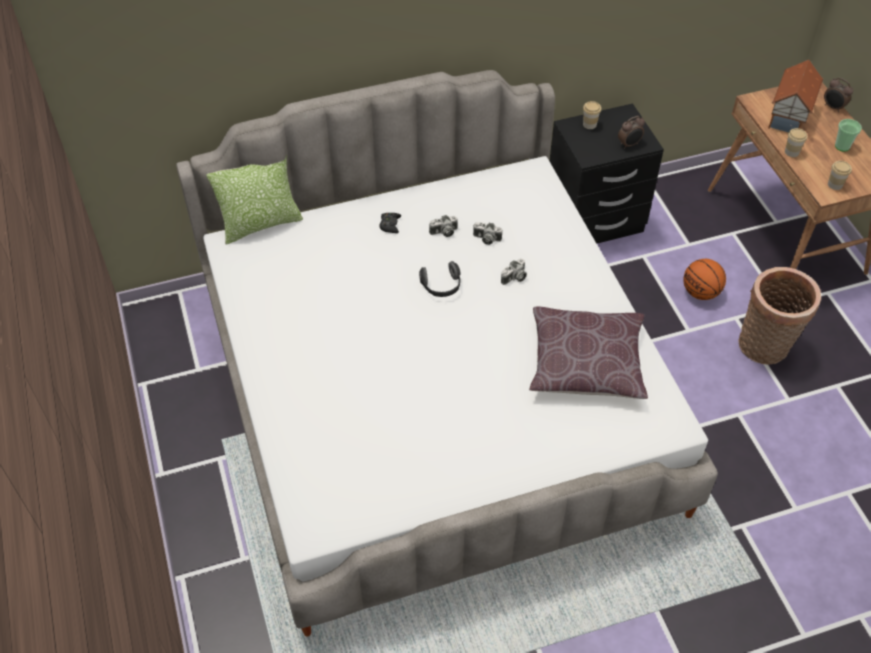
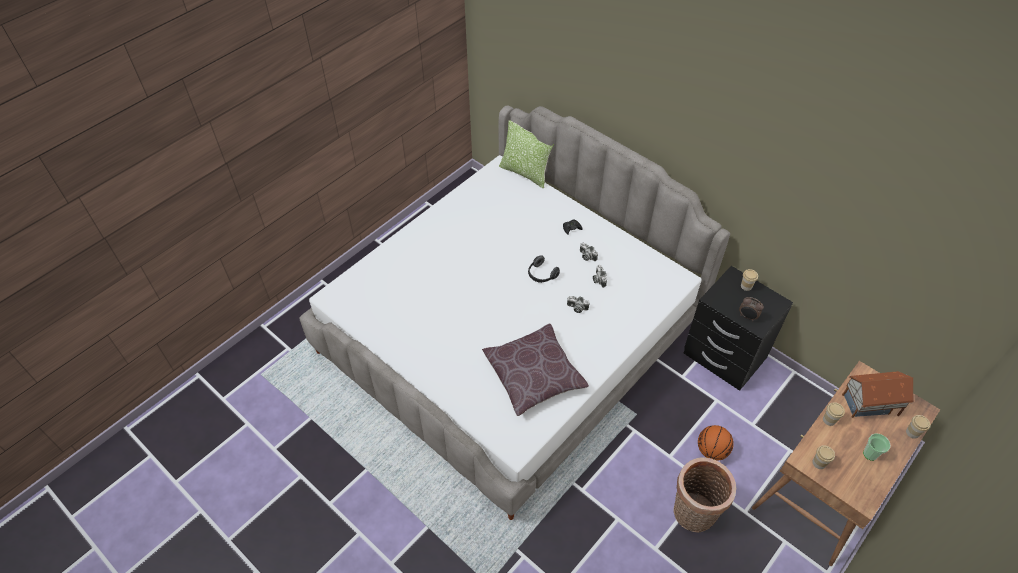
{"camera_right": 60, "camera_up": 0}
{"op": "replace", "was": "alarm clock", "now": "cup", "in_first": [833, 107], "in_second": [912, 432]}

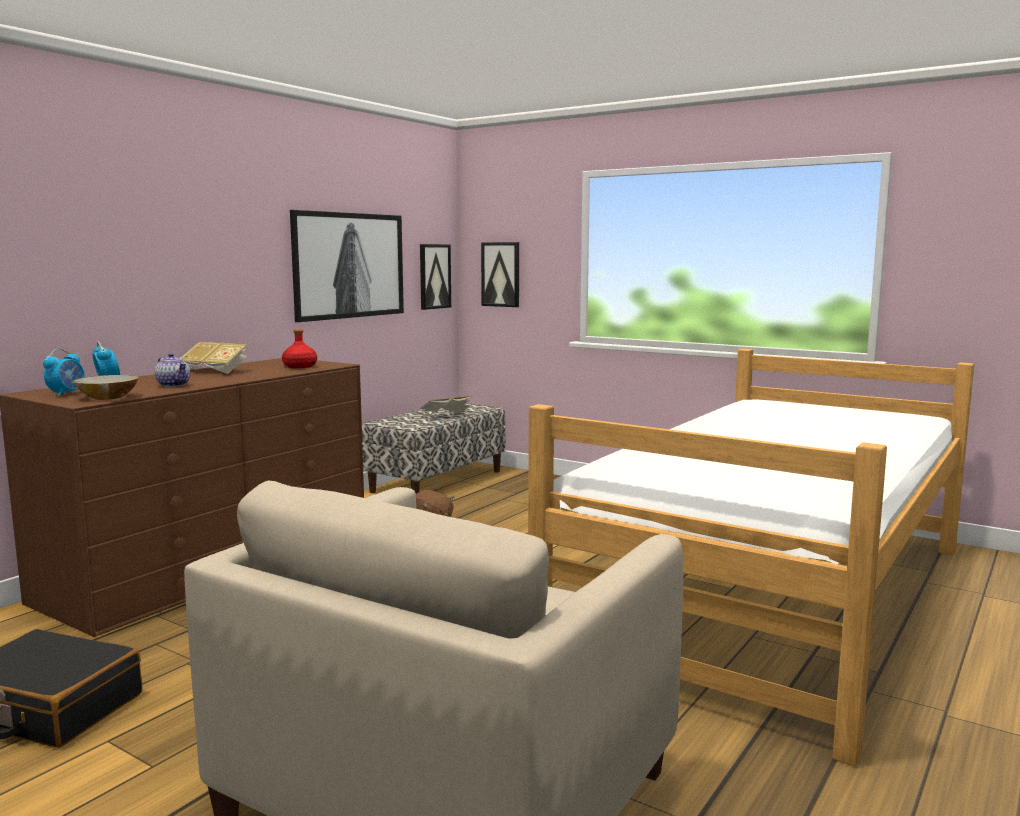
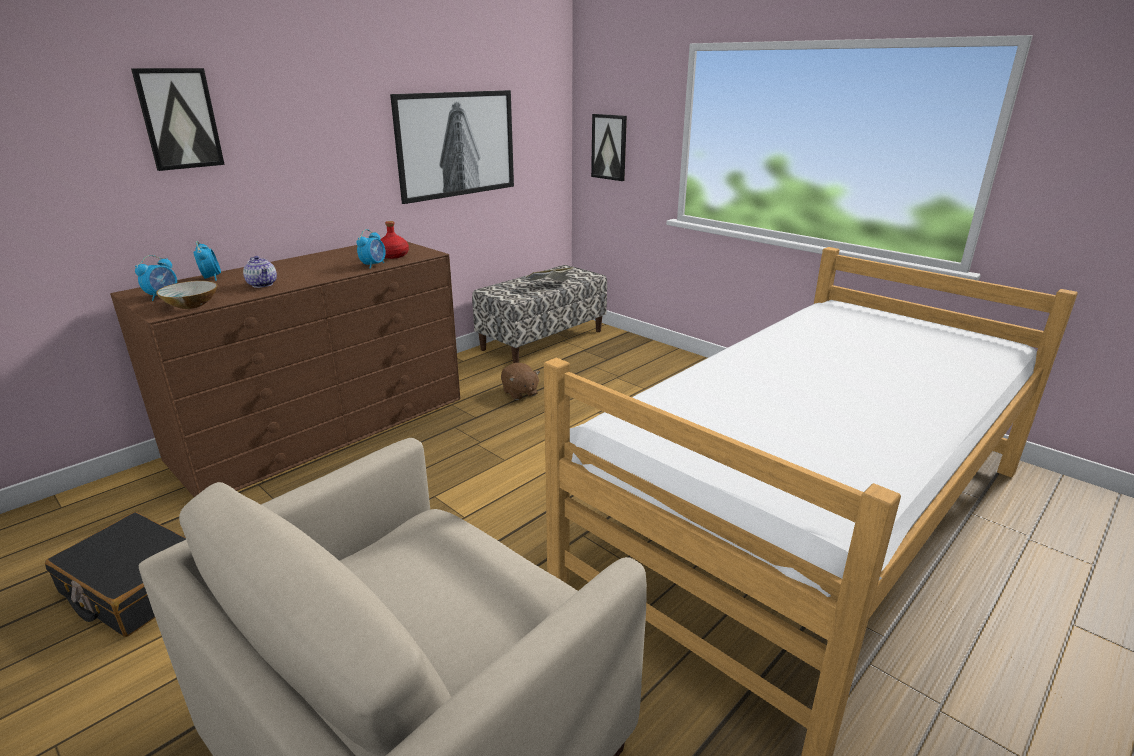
{"camera_right": 10, "camera_up": 15}
{"op": "delete", "was": "book", "in_first": [215, 371]}
{"op": "move", "was": "picture", "in_first": [434, 276], "in_second": [179, 119]}
{"op": "insert", "now": "alarm clock", "in_second": [373, 265]}

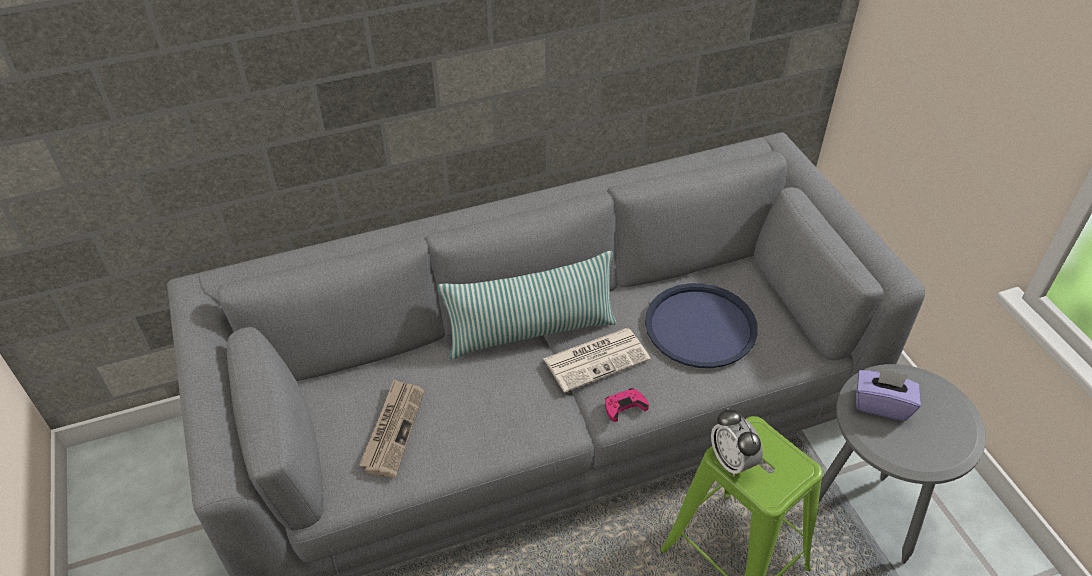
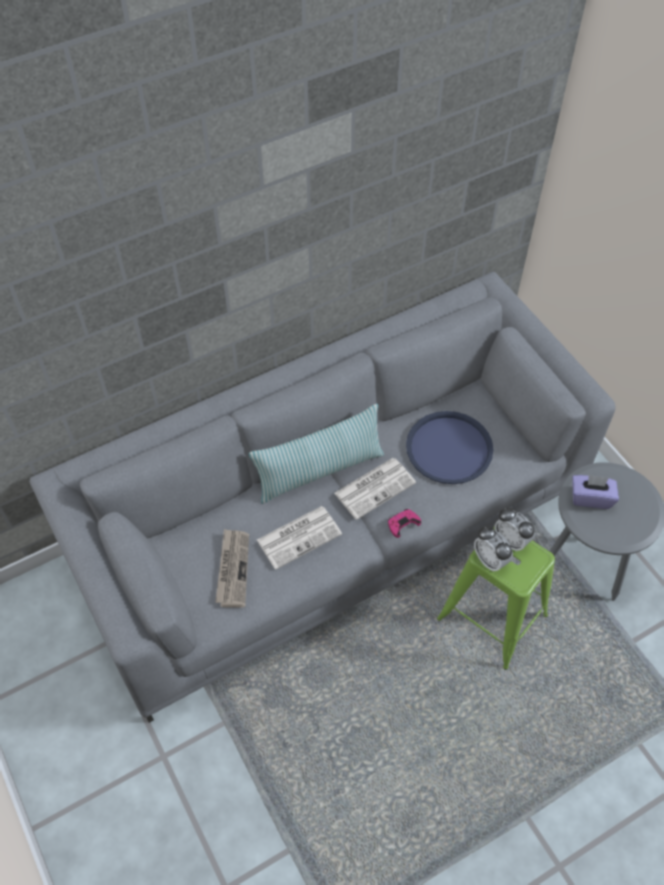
{"camera_right": -10, "camera_up": 10}
{"op": "insert", "now": "newspaper", "in_second": [299, 536]}
{"op": "insert", "now": "alarm clock", "in_second": [511, 540]}

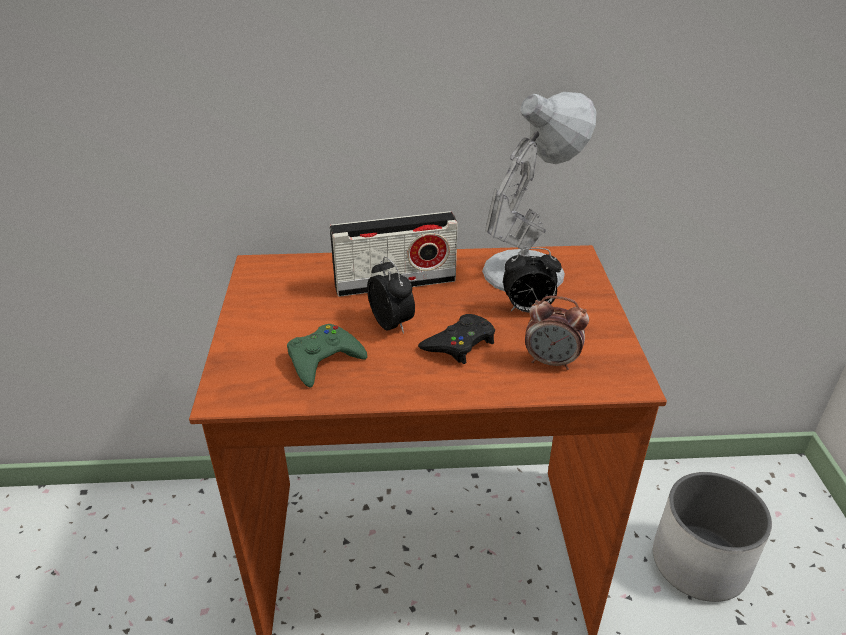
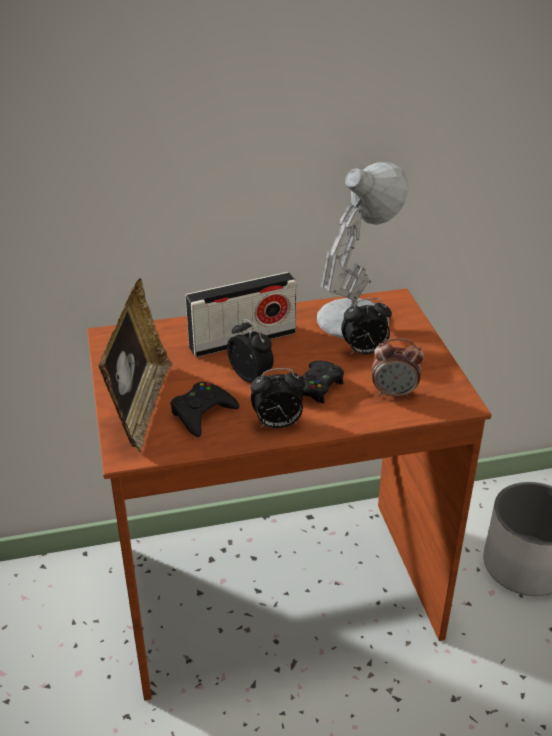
{"camera_right": -10, "camera_up": 0}
{"op": "recolor", "was": "game controller (green)", "now": "game controller (black)", "in_first": [324, 360], "in_second": [202, 413]}
{"op": "insert", "now": "picture frame", "in_second": [140, 407]}
{"op": "insert", "now": "alarm clock", "in_second": [277, 424]}

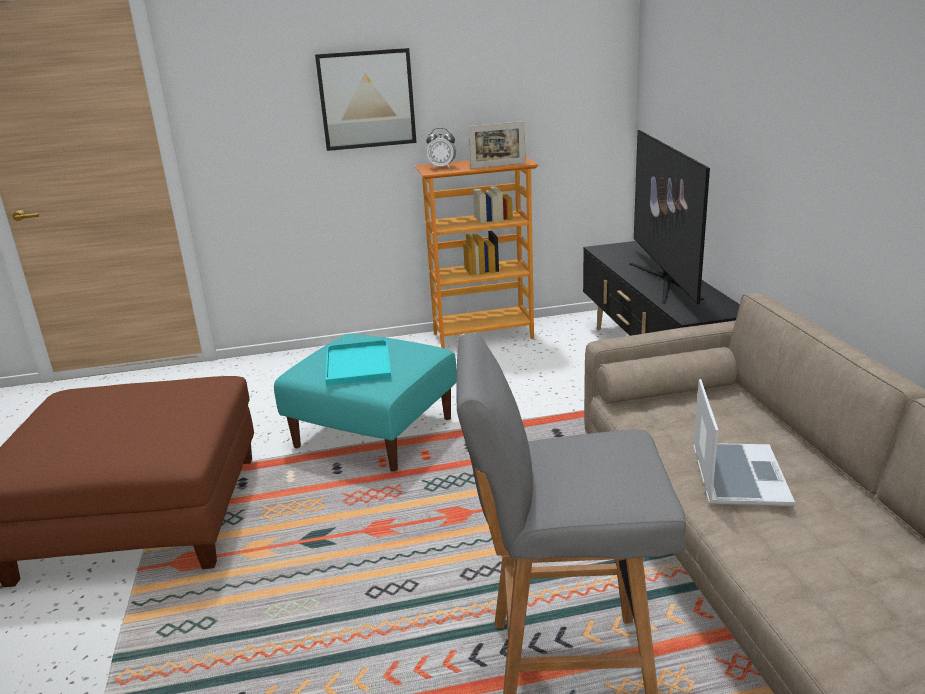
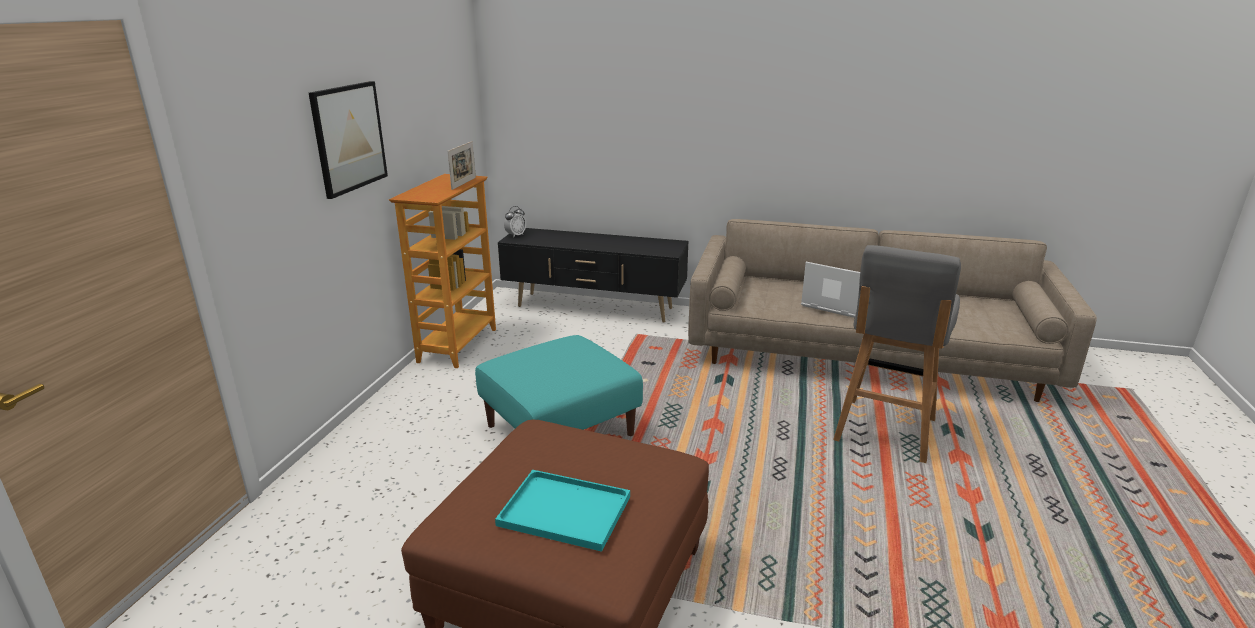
{"camera_right": -65, "camera_up": 0}
{"op": "move", "was": "tray (turquoise)", "in_first": [357, 363], "in_second": [562, 511]}
{"op": "move", "was": "alarm clock", "in_first": [442, 167], "in_second": [515, 235]}
{"op": "delete", "was": "television", "in_first": [664, 280]}

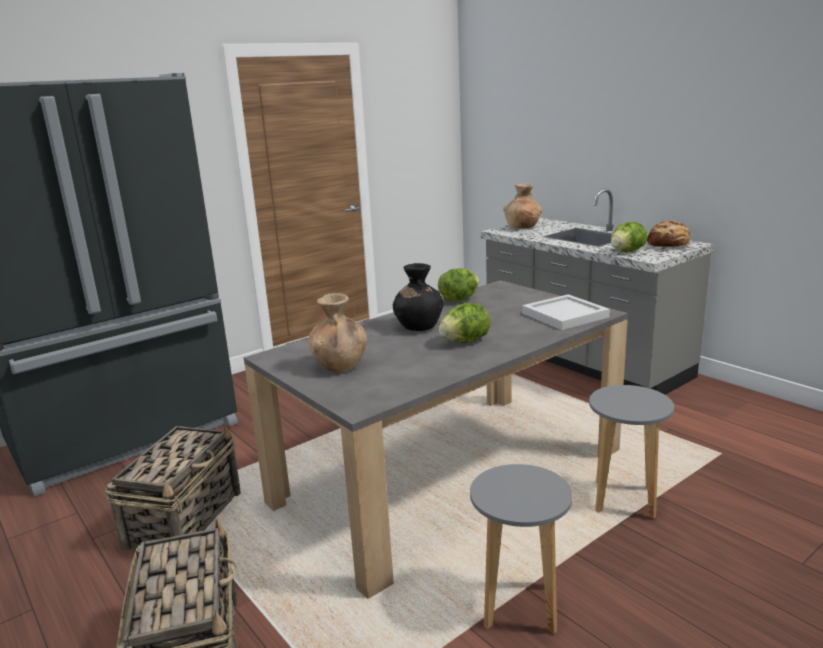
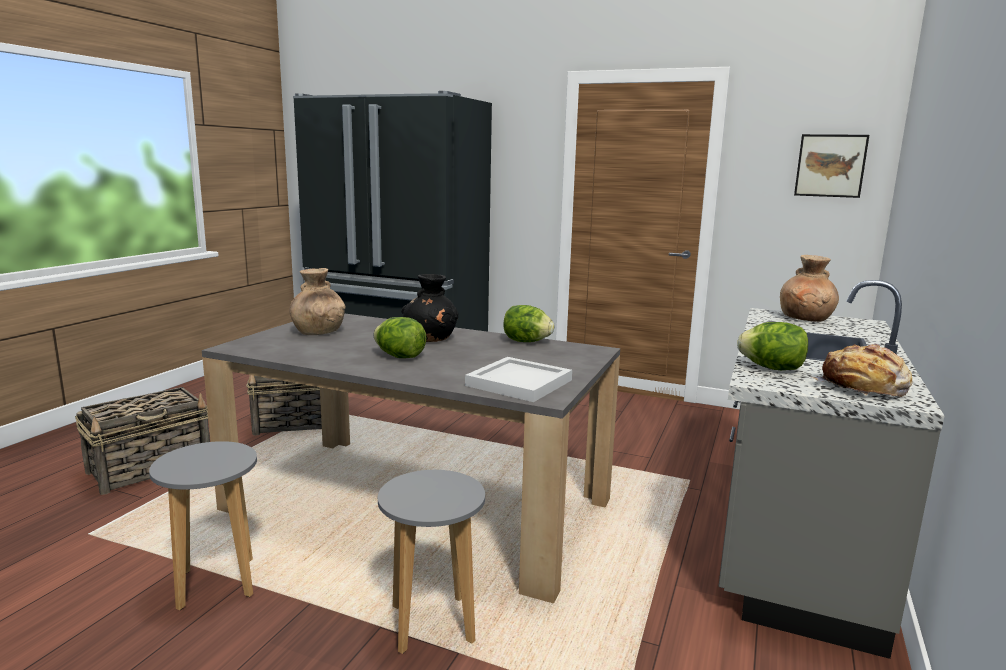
{"camera_right": 60, "camera_up": -5}
{"op": "insert", "now": "picture", "in_second": [830, 165]}

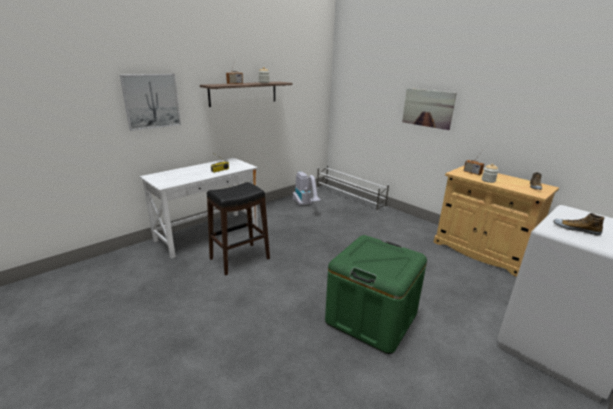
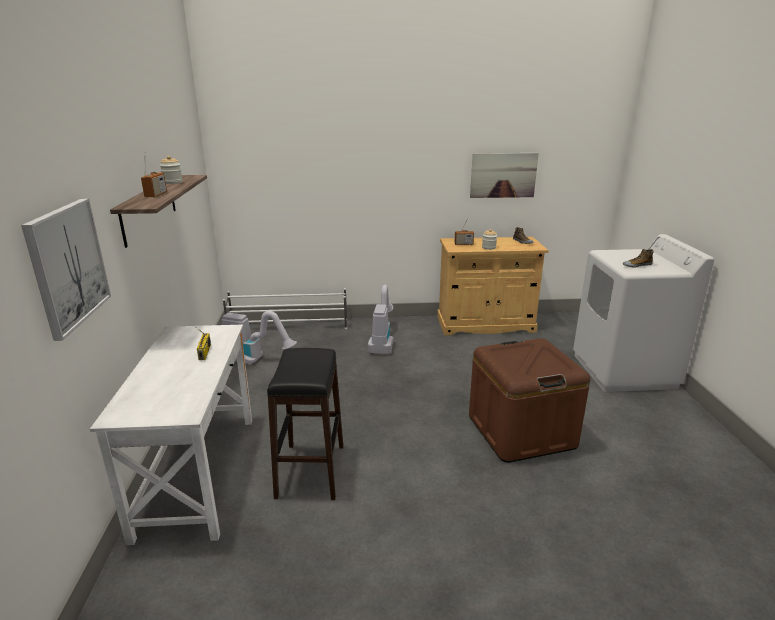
{"camera_right": -50, "camera_up": 0}
{"op": "recolor", "was": "storage box (green)", "now": "storage box (brown)", "in_first": [371, 318], "in_second": [521, 431]}
{"op": "move", "was": "picture", "in_first": [428, 108], "in_second": [503, 175]}
{"op": "insert", "now": "vacuum cleaner", "in_second": [382, 342]}

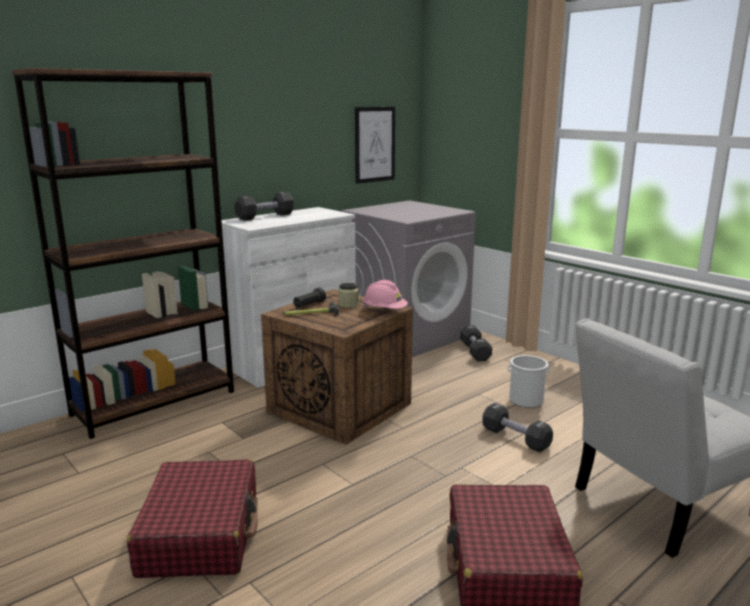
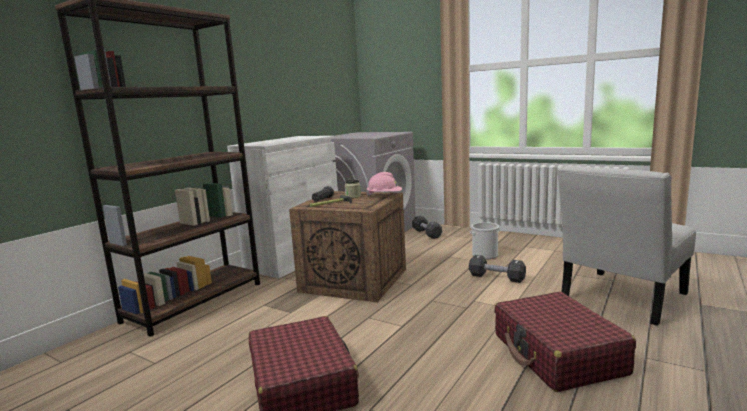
{"camera_right": -15, "camera_up": -5}
{"op": "delete", "was": "dumbbell (black)", "in_first": [265, 216]}
{"op": "delete", "was": "picture", "in_first": [374, 144]}

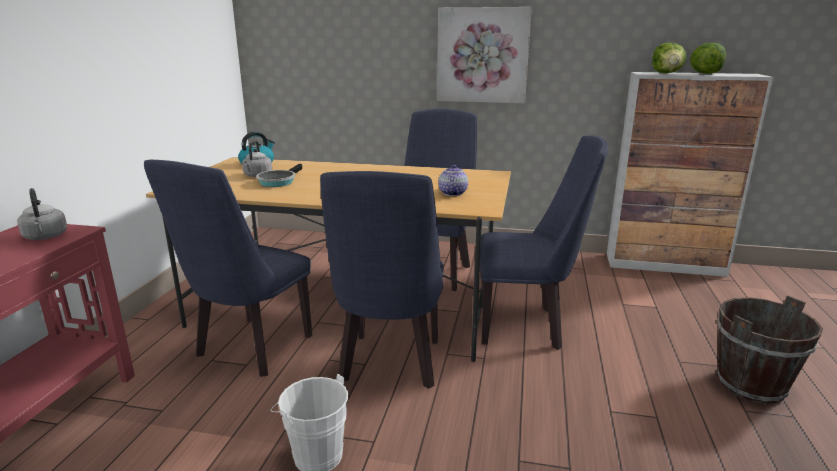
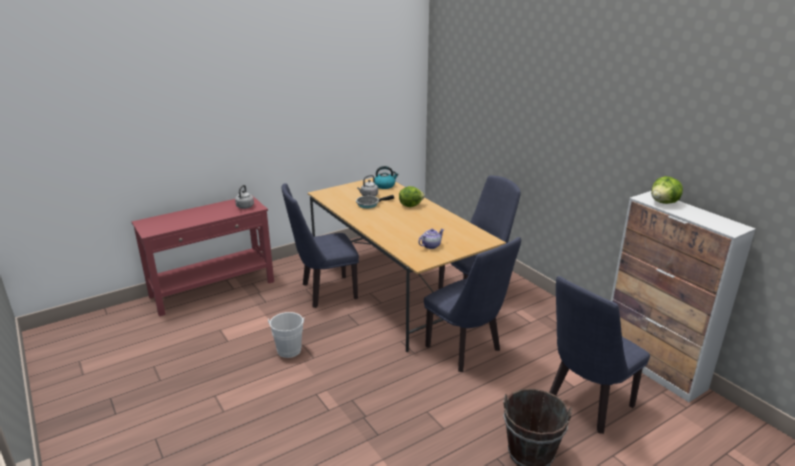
{"camera_right": 45, "camera_up": 5}
{"op": "move", "was": "chair (blue)", "in_first": [390, 366], "in_second": [586, 406]}
{"op": "delete", "was": "picture", "in_first": [482, 55]}
{"op": "move", "was": "lettuce", "in_first": [705, 73], "in_second": [410, 205]}

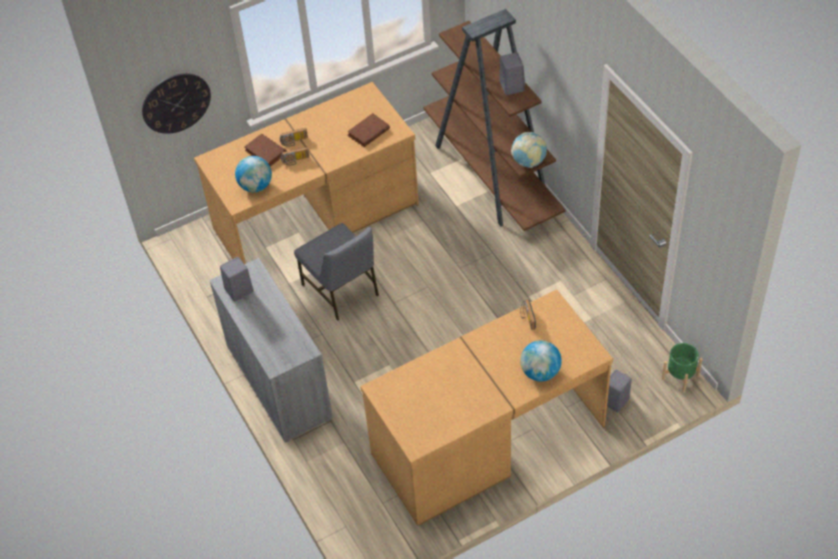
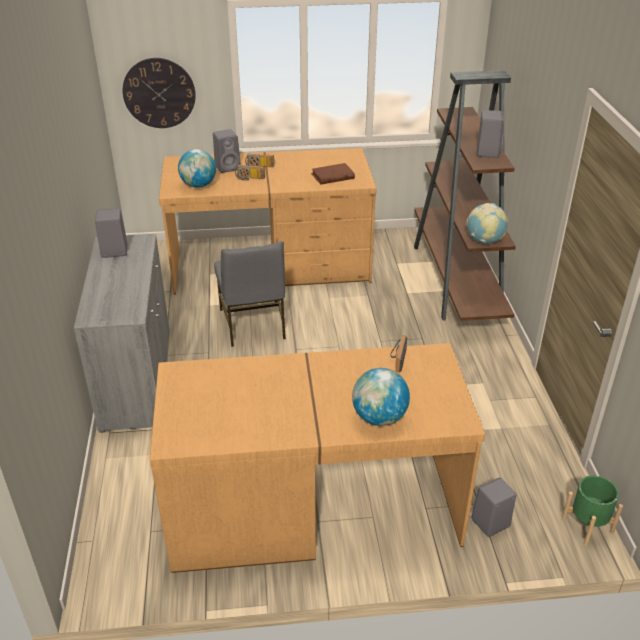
{"camera_right": 20, "camera_up": -15}
{"op": "replace", "was": "book (brown)", "now": "speaker (grey)", "in_first": [266, 152], "in_second": [228, 167]}

